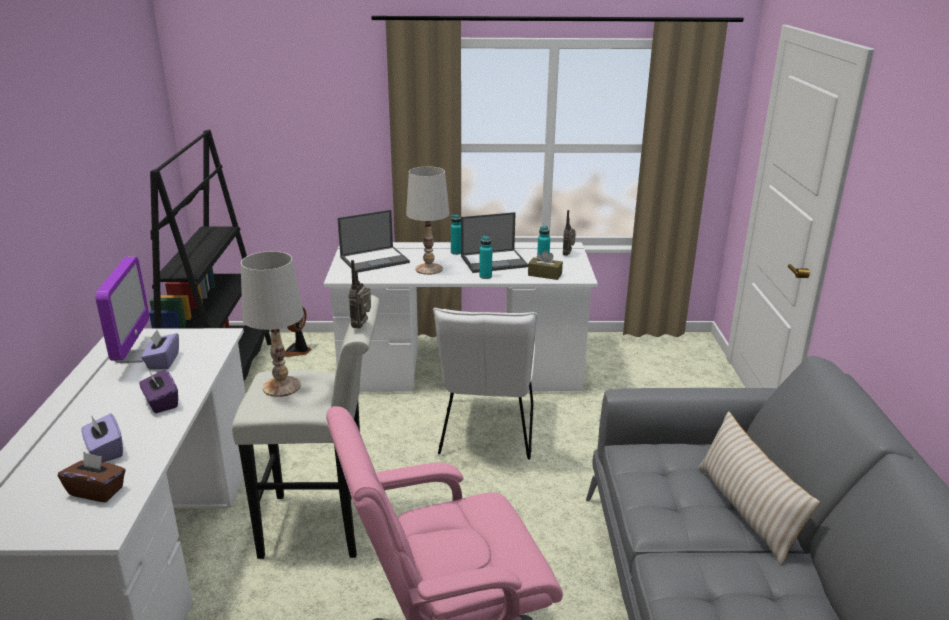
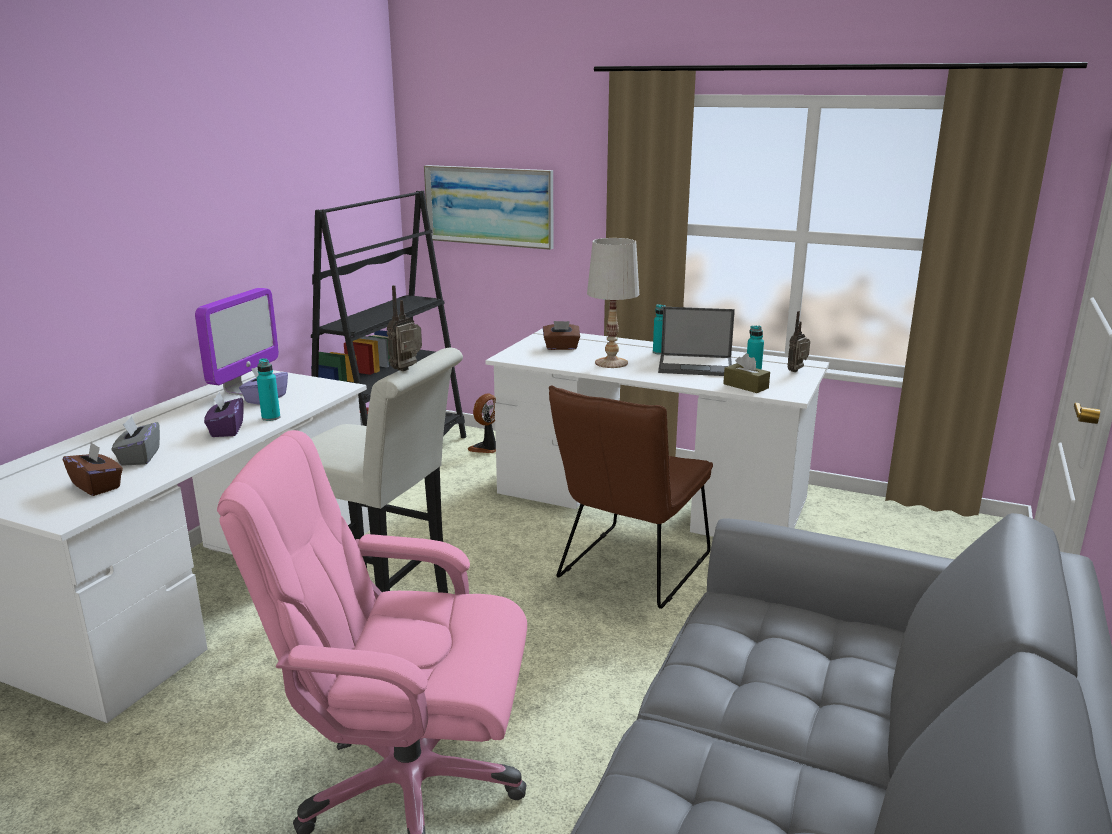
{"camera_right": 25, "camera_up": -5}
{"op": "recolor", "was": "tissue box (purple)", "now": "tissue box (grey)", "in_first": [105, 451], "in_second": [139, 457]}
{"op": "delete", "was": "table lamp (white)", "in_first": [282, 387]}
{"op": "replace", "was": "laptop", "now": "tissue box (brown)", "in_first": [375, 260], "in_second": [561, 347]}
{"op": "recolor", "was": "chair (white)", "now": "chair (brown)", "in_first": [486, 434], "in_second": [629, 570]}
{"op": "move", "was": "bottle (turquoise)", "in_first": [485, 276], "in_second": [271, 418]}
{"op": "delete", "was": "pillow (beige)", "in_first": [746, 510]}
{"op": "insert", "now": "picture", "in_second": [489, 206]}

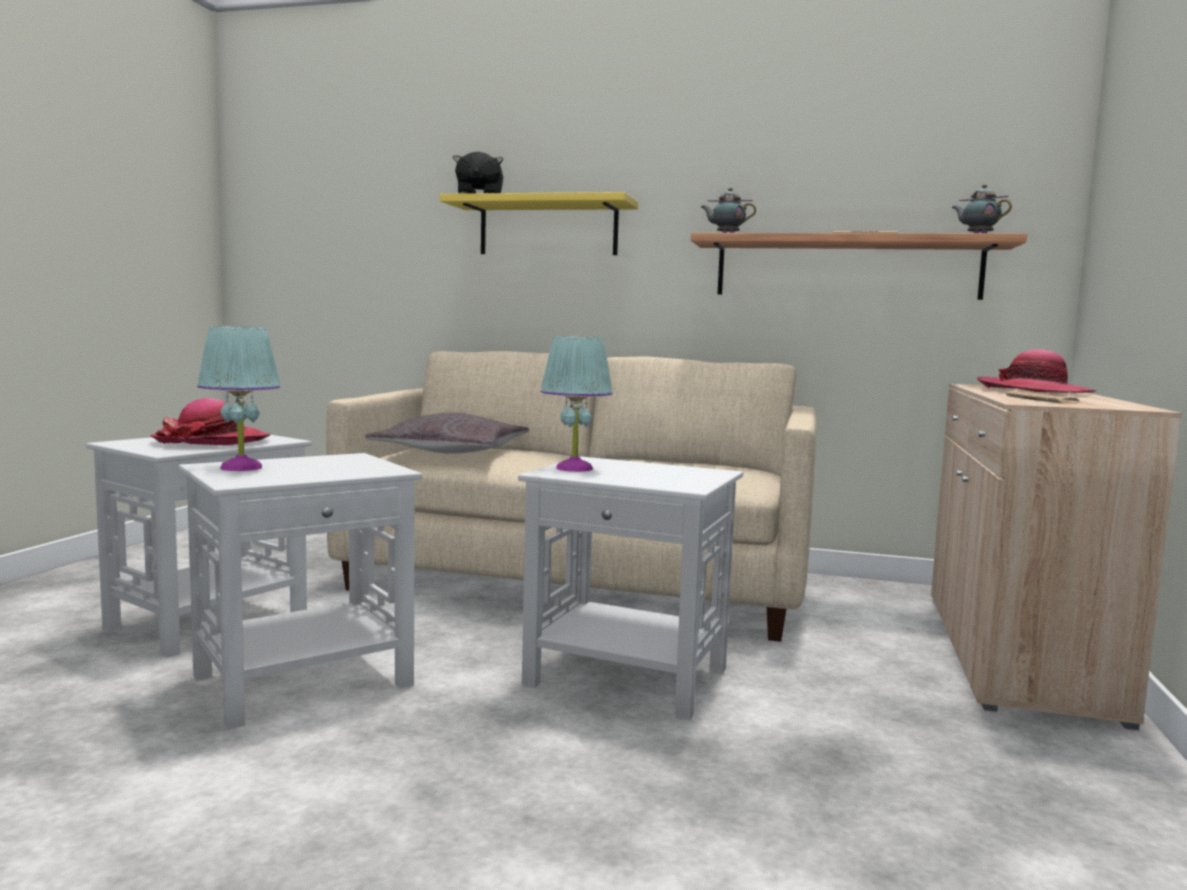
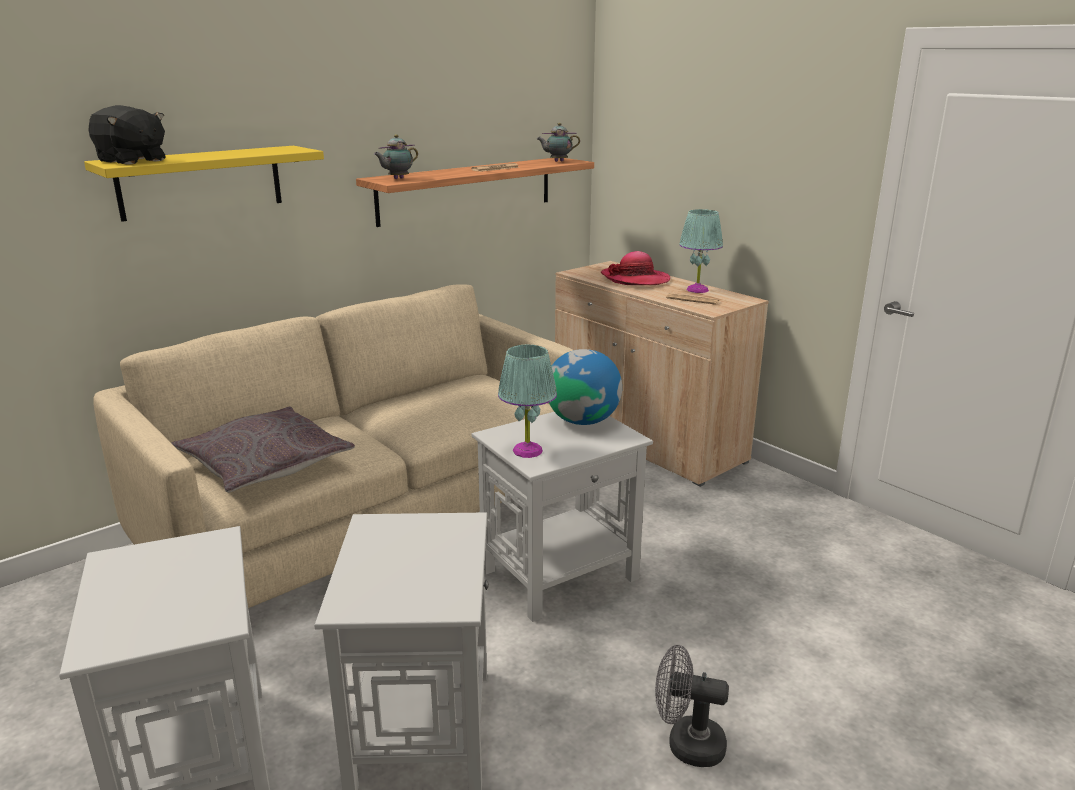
{"camera_right": -55, "camera_up": 15}
{"op": "delete", "was": "hat", "in_first": [211, 441]}
{"op": "move", "was": "table lamp (turquoise)", "in_first": [242, 467], "in_second": [697, 290]}
{"op": "insert", "now": "globe", "in_second": [582, 421]}
{"op": "insert", "now": "fan (grey)", "in_second": [686, 744]}

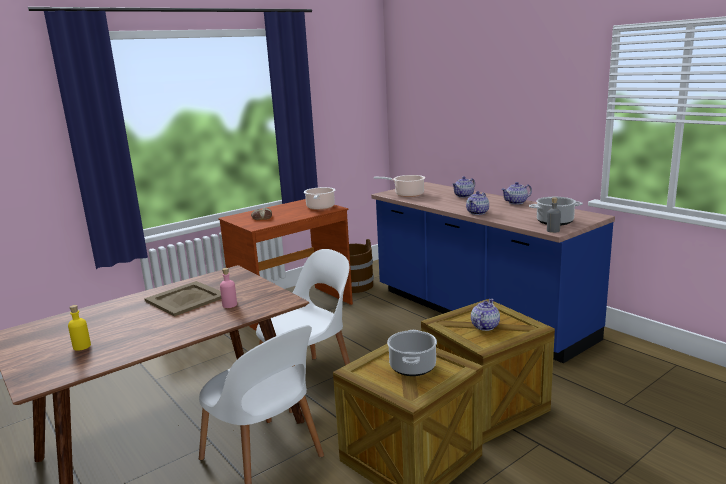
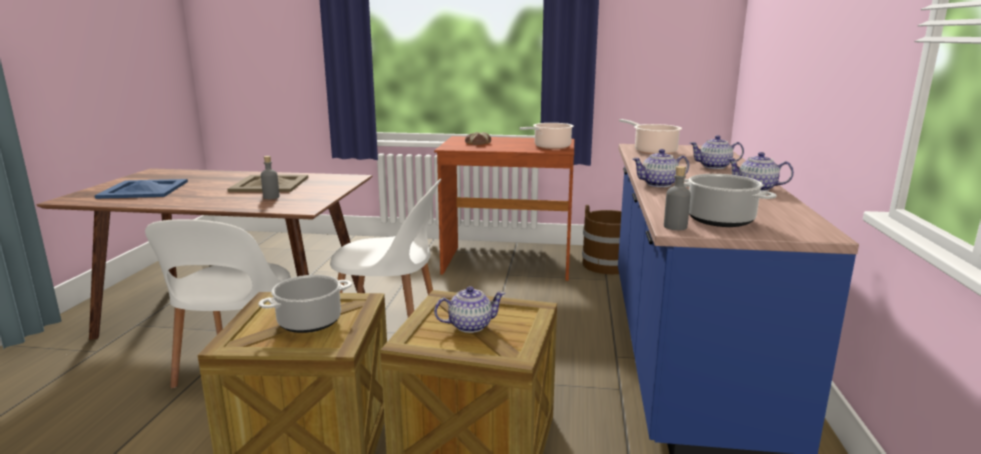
{"camera_right": 45, "camera_up": 0}
{"op": "replace", "was": "bottle (yellow)", "now": "tray (blue)", "in_first": [82, 346], "in_second": [144, 190]}
{"op": "recolor", "was": "bottle (pink)", "now": "bottle (grey)", "in_first": [229, 305], "in_second": [271, 197]}

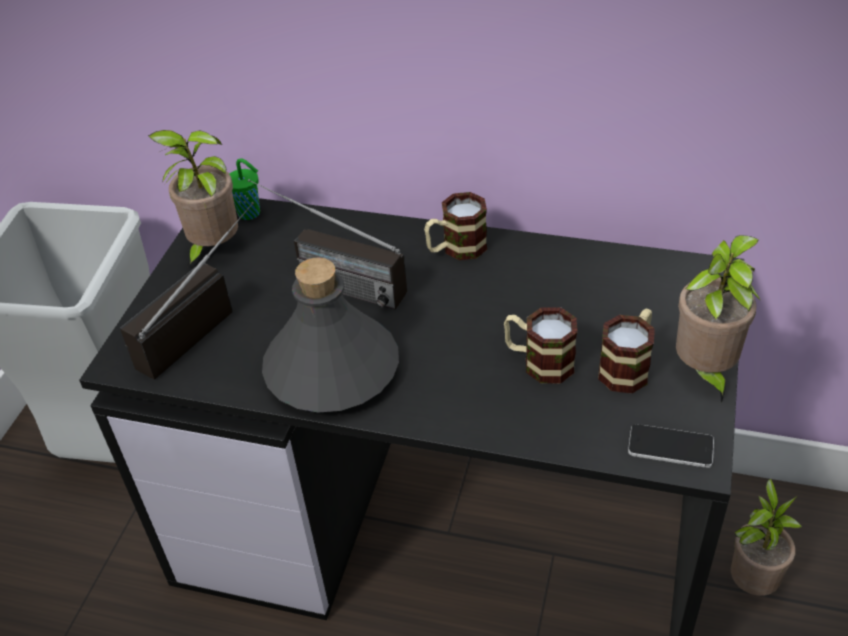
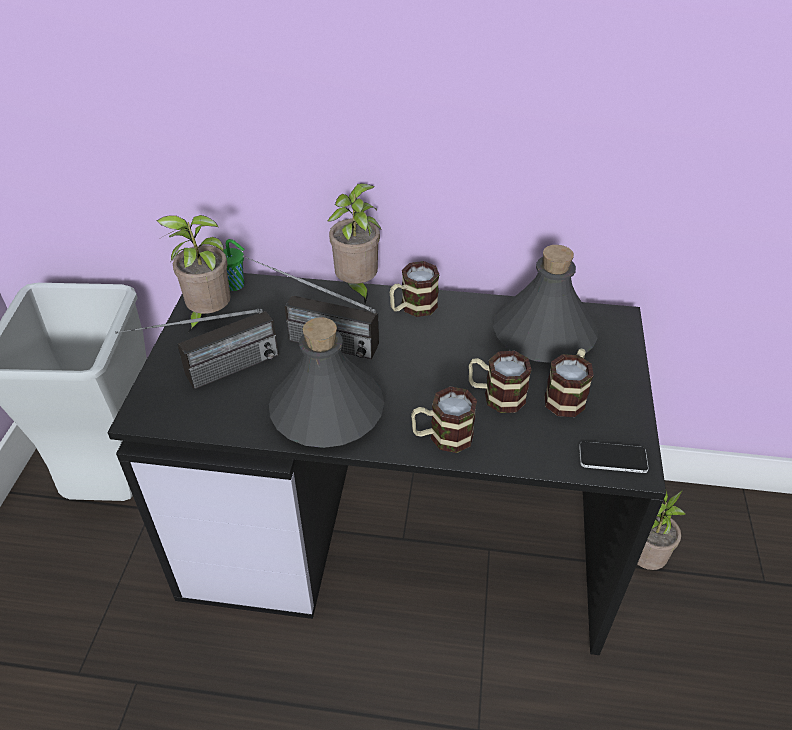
{"camera_right": -10, "camera_up": 0}
{"op": "rotate", "was": "radio", "in_first": [204, 321], "in_second": [210, 376], "clockwise": -150}
{"op": "move", "was": "potted plant", "in_first": [704, 372], "in_second": [357, 287]}
{"op": "insert", "now": "mug", "in_second": [442, 437]}
{"op": "insert", "now": "bottle (grey)", "in_second": [542, 335]}

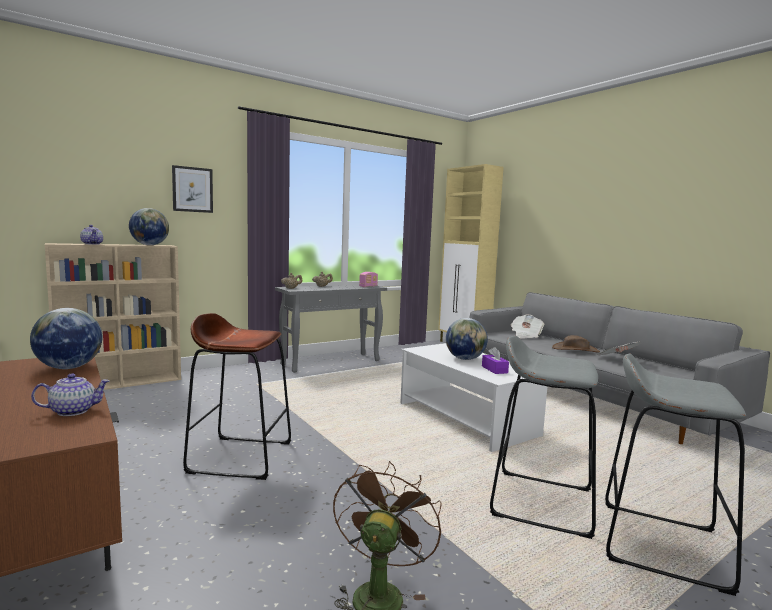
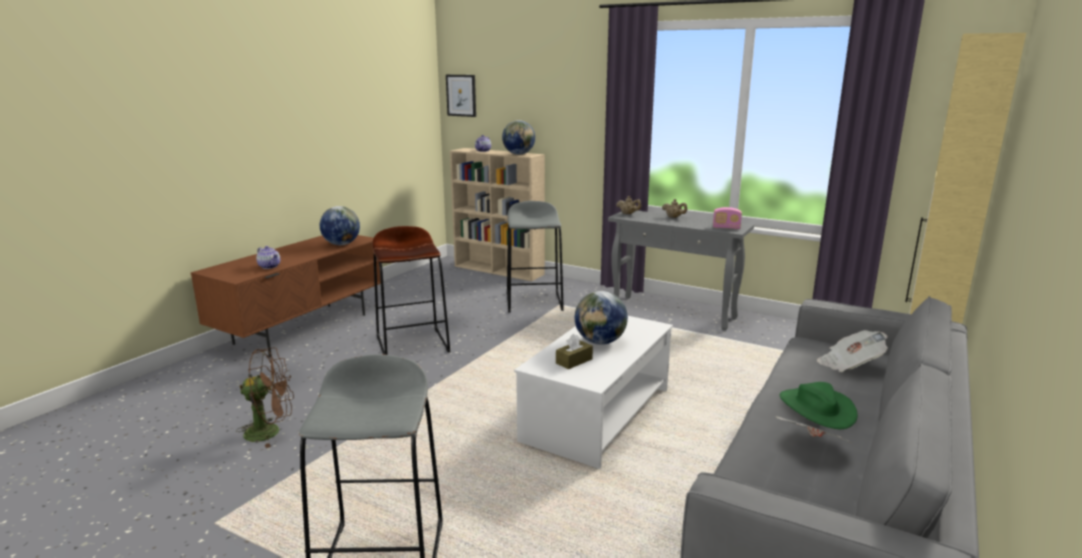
{"camera_right": 65, "camera_up": 10}
{"op": "move", "was": "picture", "in_first": [192, 189], "in_second": [461, 95]}
{"op": "recolor", "was": "tissue box (purple)", "now": "tissue box (brown)", "in_first": [494, 369], "in_second": [574, 361]}
{"op": "move", "was": "stool (grey)", "in_first": [541, 502], "in_second": [534, 302]}
{"op": "recolor", "was": "hat (brown)", "now": "hat (green)", "in_first": [575, 350], "in_second": [816, 408]}

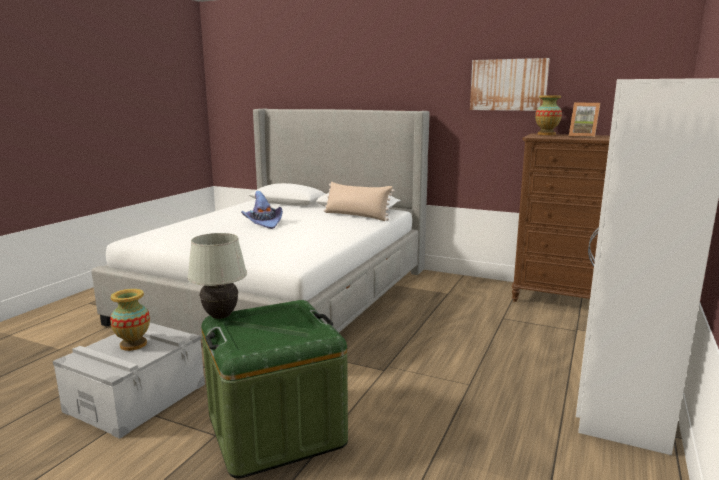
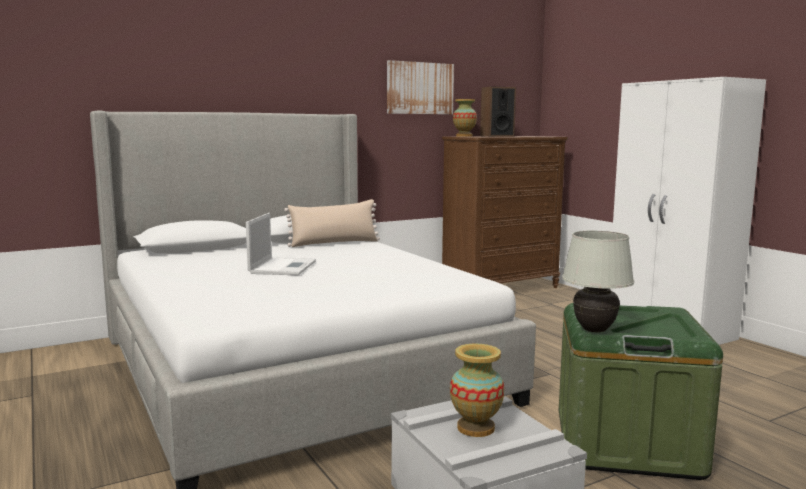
{"camera_right": -55, "camera_up": -5}
{"op": "replace", "was": "hat (purple)", "now": "laptop", "in_first": [263, 223], "in_second": [283, 267]}
{"op": "replace", "was": "picture frame", "now": "speaker", "in_first": [582, 136], "in_second": [496, 136]}

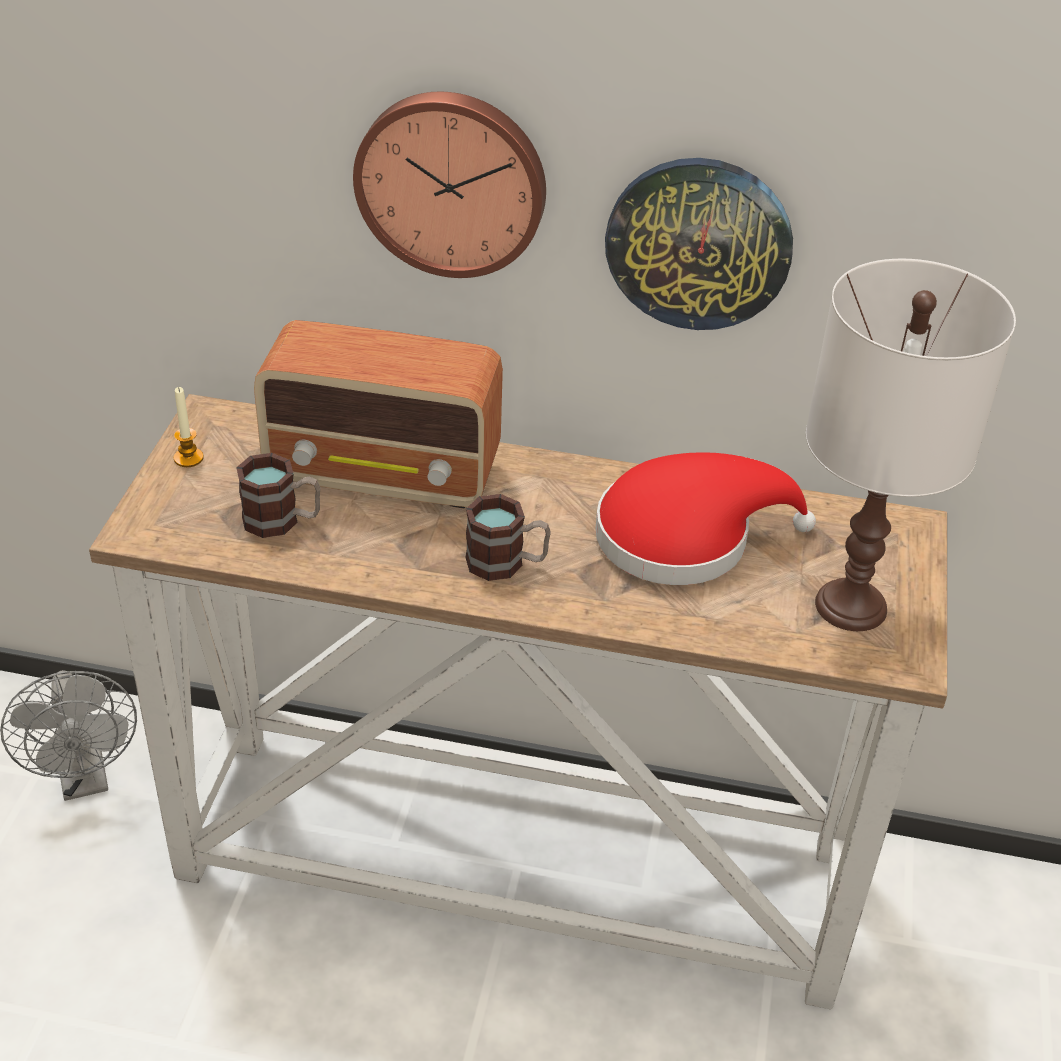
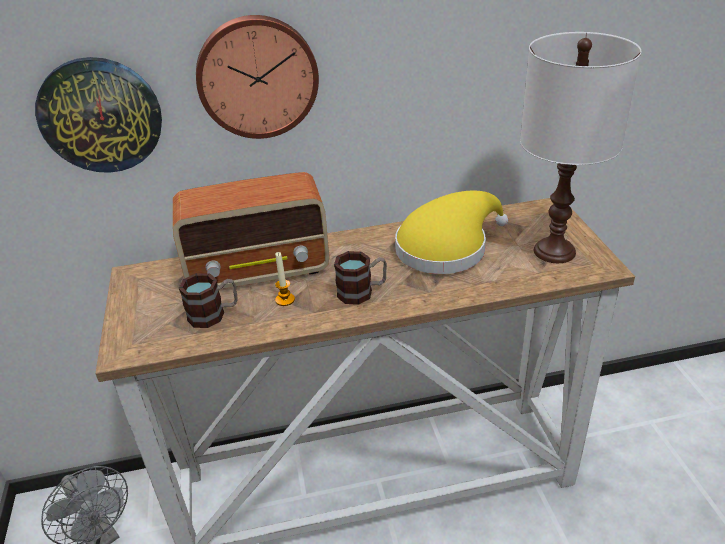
{"camera_right": -20, "camera_up": -5}
{"op": "move", "was": "candle", "in_first": [188, 458], "in_second": [285, 300]}
{"op": "recolor", "was": "hat (red)", "now": "hat (yellow)", "in_first": [685, 537], "in_second": [446, 247]}
{"op": "move", "was": "wall clock", "in_first": [699, 243], "in_second": [100, 115]}

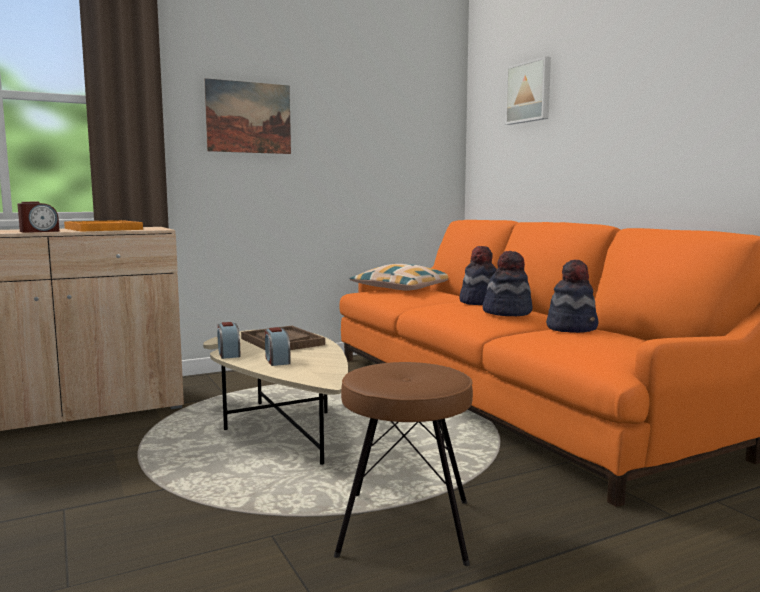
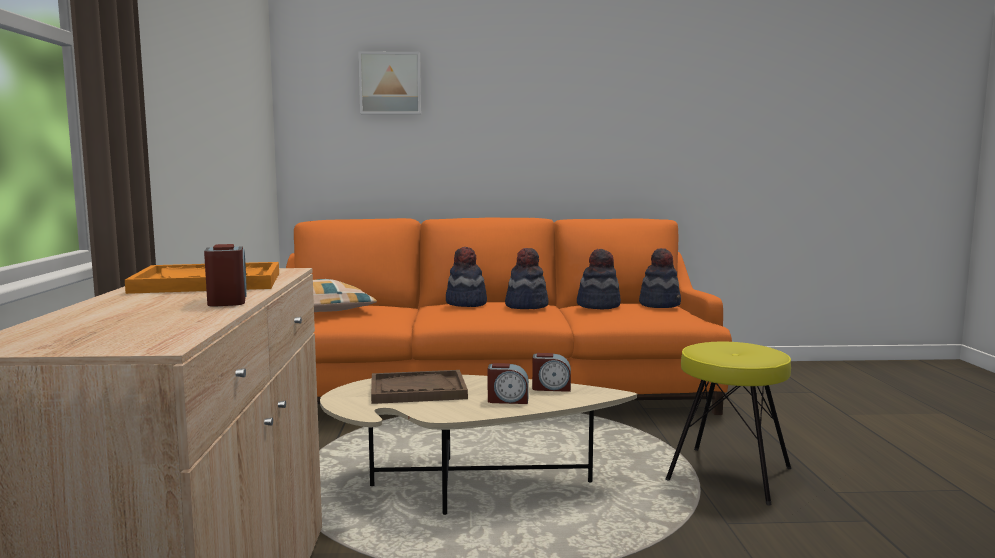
{"camera_right": -65, "camera_up": 0}
{"op": "delete", "was": "picture", "in_first": [248, 117]}
{"op": "move", "was": "alarm clock", "in_first": [228, 354], "in_second": [551, 388]}
{"op": "recolor", "was": "stool (brown)", "now": "stool (yellow)", "in_first": [406, 527], "in_second": [730, 474]}
{"op": "insert", "now": "hat", "in_second": [660, 304]}

